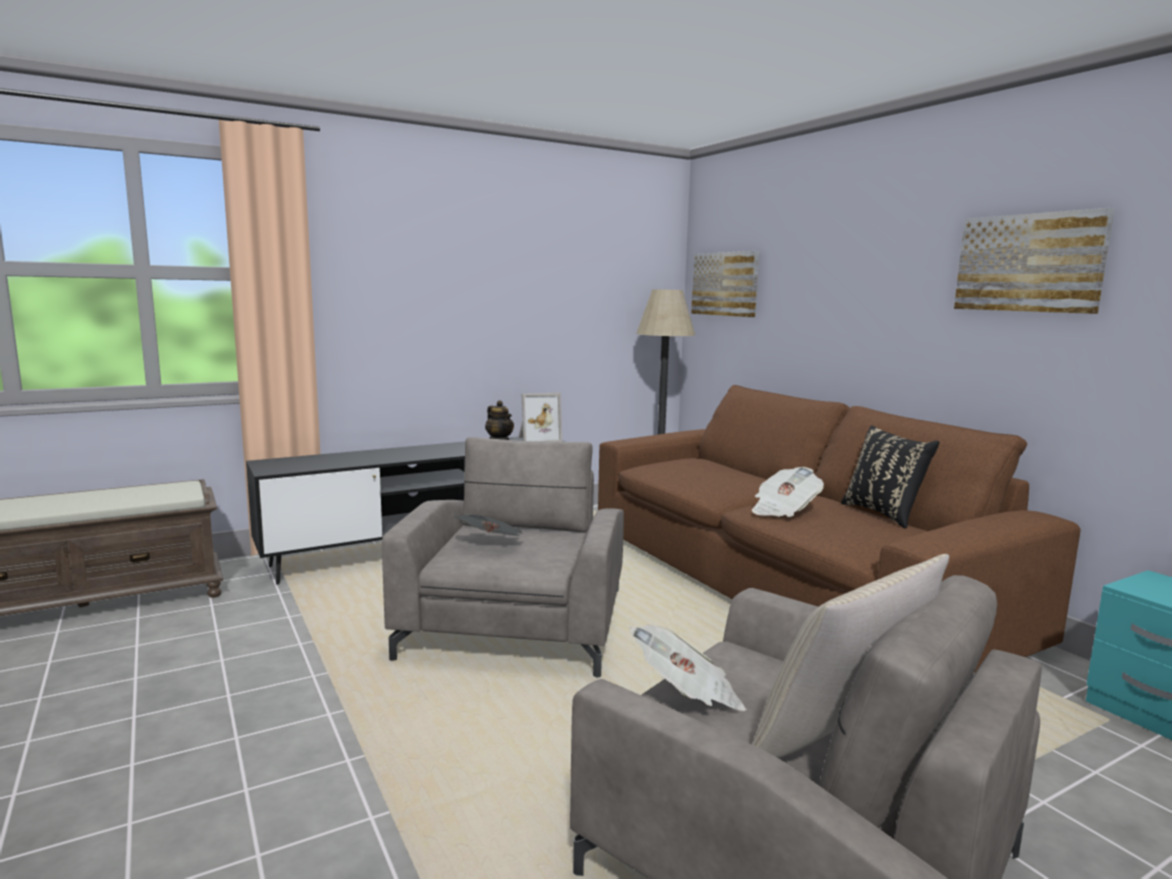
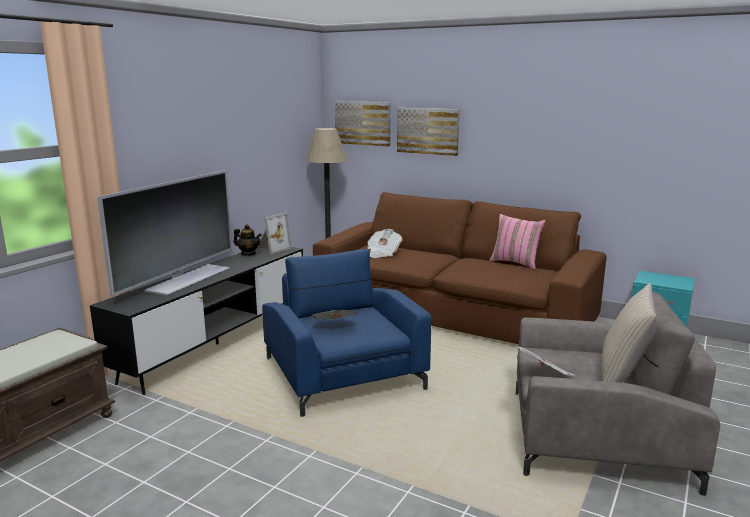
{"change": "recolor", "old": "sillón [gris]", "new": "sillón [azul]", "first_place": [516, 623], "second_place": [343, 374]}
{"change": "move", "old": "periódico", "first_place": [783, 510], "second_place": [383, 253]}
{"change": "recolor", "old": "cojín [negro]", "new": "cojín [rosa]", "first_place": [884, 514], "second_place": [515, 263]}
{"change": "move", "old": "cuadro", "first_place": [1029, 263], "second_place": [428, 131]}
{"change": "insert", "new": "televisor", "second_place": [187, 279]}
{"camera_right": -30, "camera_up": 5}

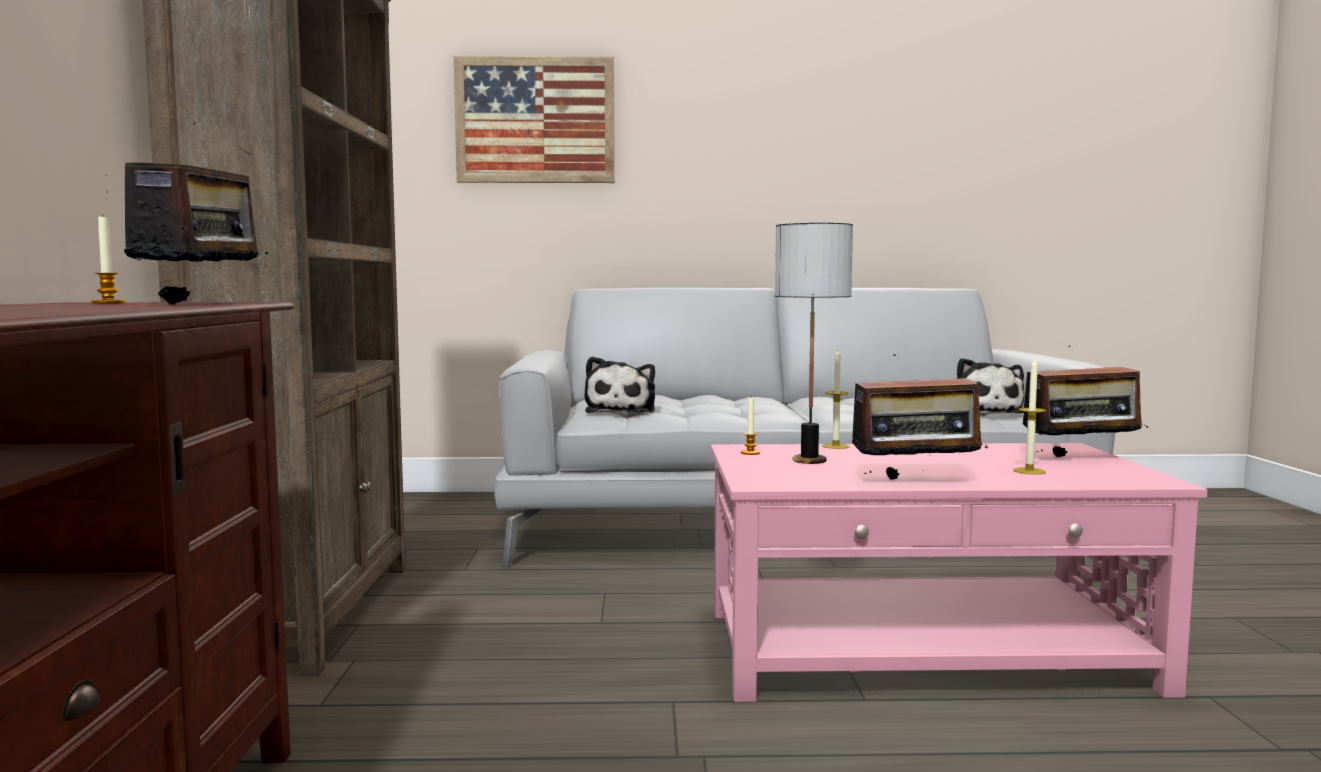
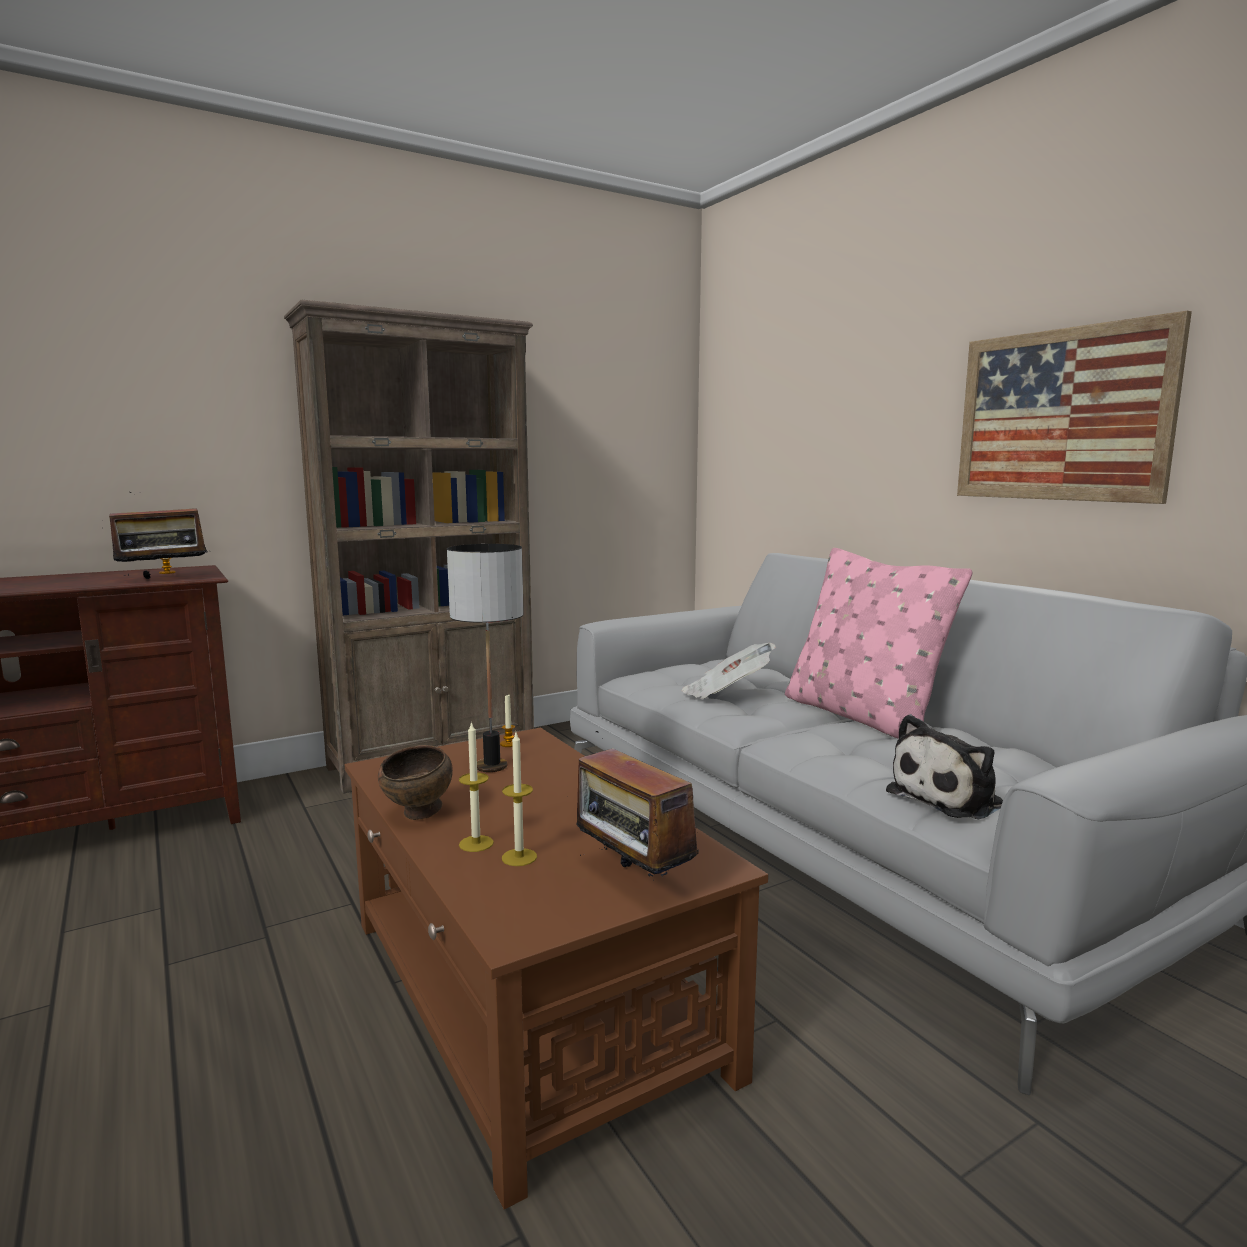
{"change": "move", "old": "cuadro", "first_place": [535, 120], "second_place": [1061, 415]}
{"change": "delete", "old": "peluche", "first_place": [622, 411]}
{"change": "recolor", "old": "mesa de centro [rosa]", "new": "mesa de centro [marrón]", "first_place": [925, 651], "second_place": [528, 995]}
{"change": "move", "old": "vela", "first_place": [835, 446], "second_place": [476, 843]}
{"change": "replace", "old": "radio", "new": "cuenco [marrón]", "first_place": [916, 482], "second_place": [419, 815]}
{"change": "insert", "new": "periódico", "second_place": [726, 694]}
{"change": "insert", "new": "cojín [rosa]", "second_place": [861, 716]}
{"camera_right": 60, "camera_up": 5}

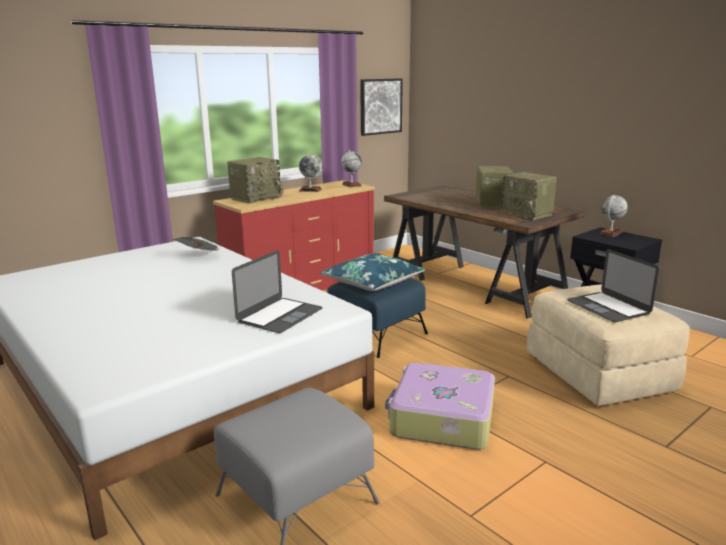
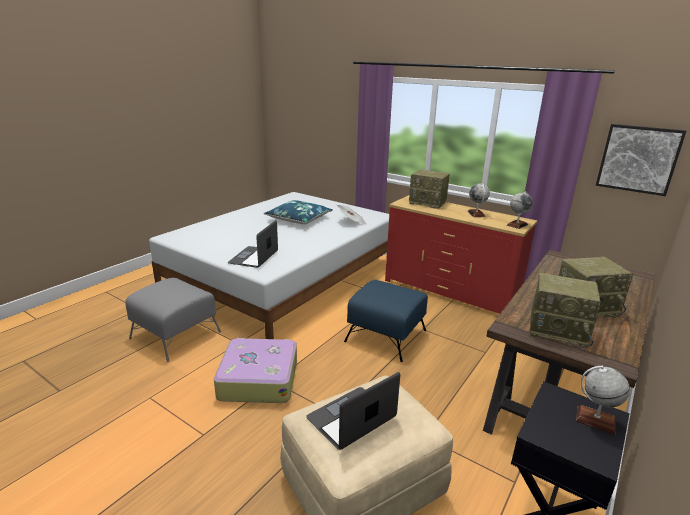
{"change": "rotate", "old": "portátil", "first_place": [280, 315], "second_place": [254, 257], "degrees": 90}
{"change": "move", "old": "cojín [azul]", "first_place": [372, 282], "second_place": [299, 219]}
{"change": "rotate", "old": "radio", "first_place": [527, 214], "second_place": [558, 330], "degrees": -105}
{"camera_right": 75, "camera_up": 5}

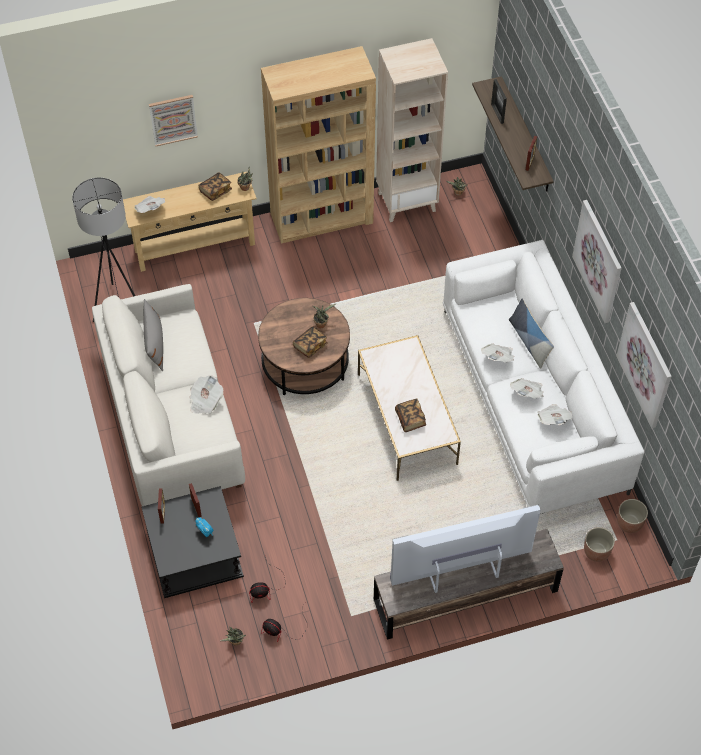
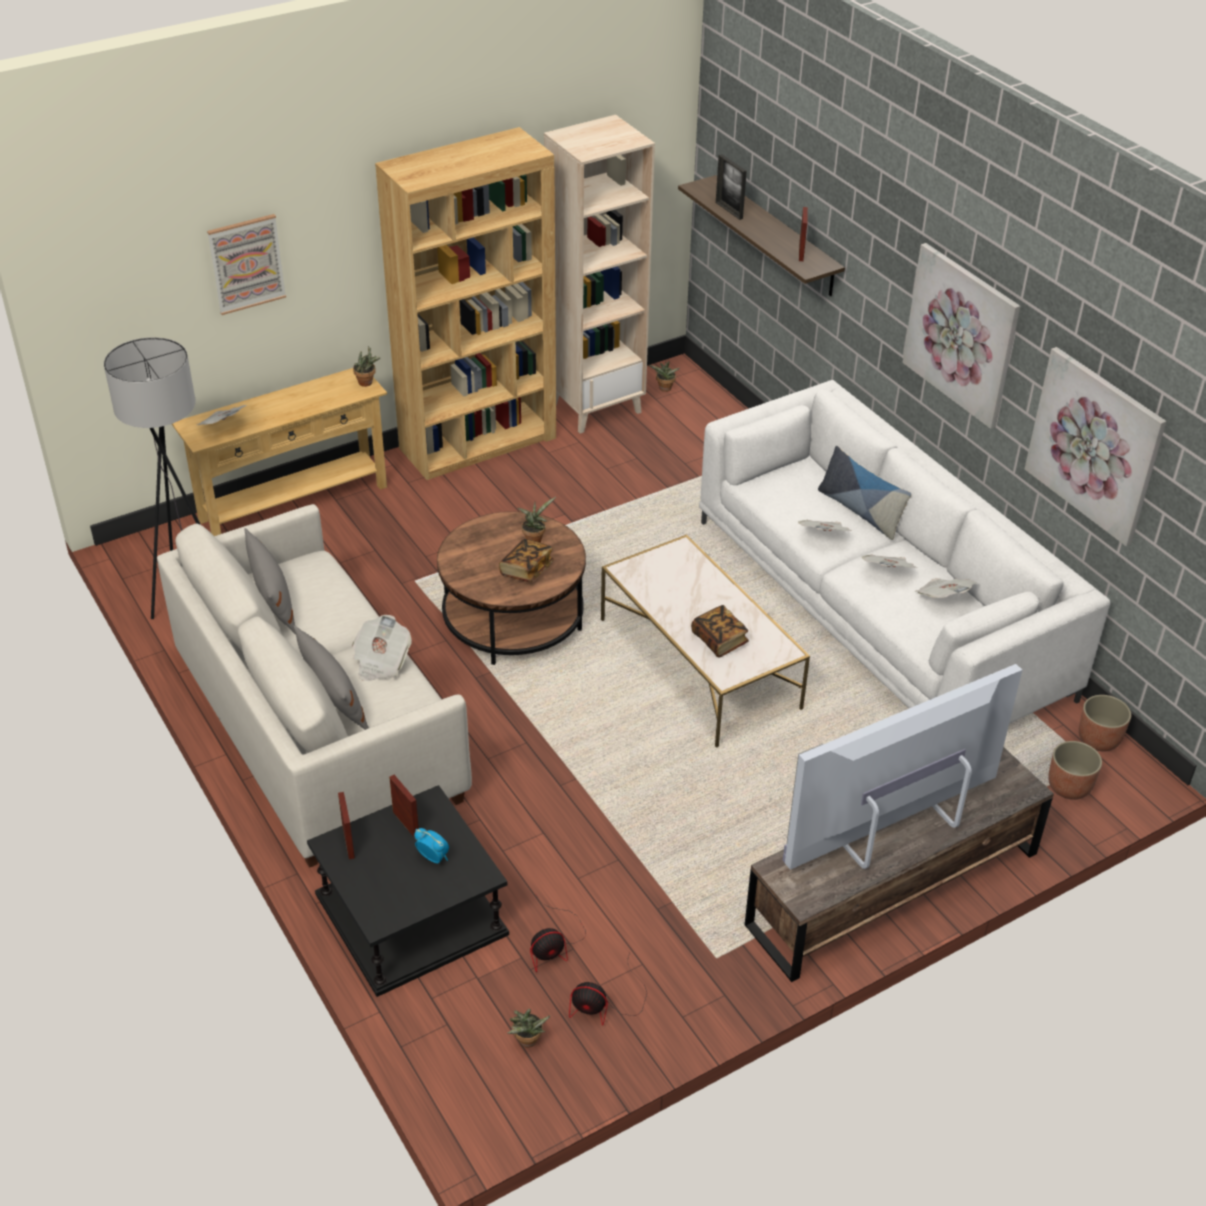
{"change": "delete", "old": "libro", "first_place": [215, 191]}
{"change": "insert", "new": "cojín [gris]", "second_place": [333, 699]}
{"camera_right": -15, "camera_up": -15}

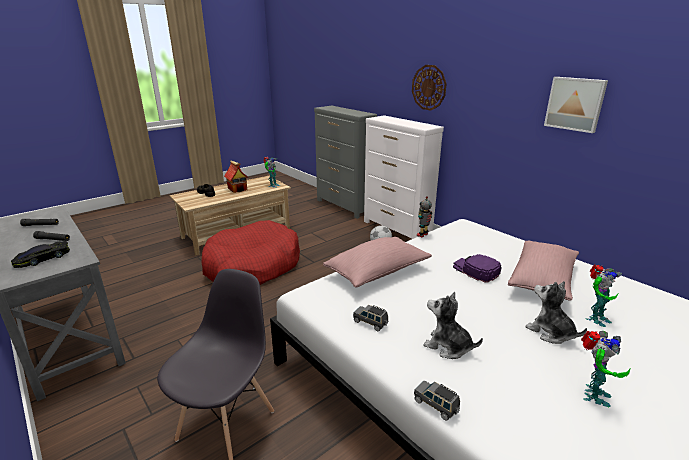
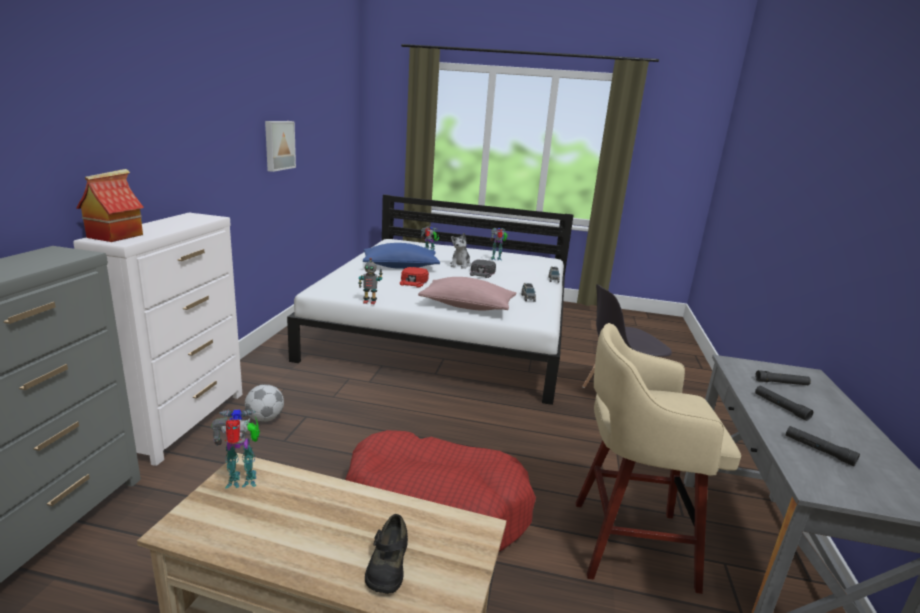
{"change": "replace", "old": "coche de juguete [negro]", "new": "linterna [negro]", "first_place": [42, 258], "second_place": [781, 383]}
{"change": "move", "old": "casita", "first_place": [238, 189], "second_place": [115, 236]}
{"change": "delete", "old": "reloj de pared", "first_place": [429, 87]}
{"change": "delete", "old": "peluche", "first_place": [448, 346]}
{"change": "recolor", "old": "gorra [morado]", "new": "gorra [rojo]", "first_place": [476, 270], "second_place": [414, 281]}
{"change": "recolor", "old": "cojín [rosa]", "new": "cojín [azul]", "first_place": [542, 280], "second_place": [400, 267]}
{"change": "insert", "new": "gorra [negro]", "second_place": [482, 272]}
{"change": "insert", "new": "taburete [beis]", "second_place": [627, 543]}
{"camera_right": -130, "camera_up": -5}

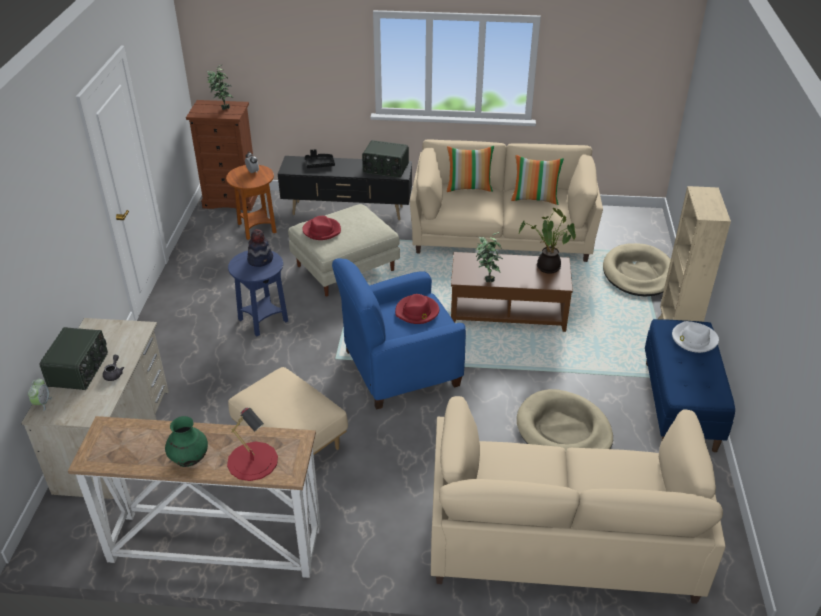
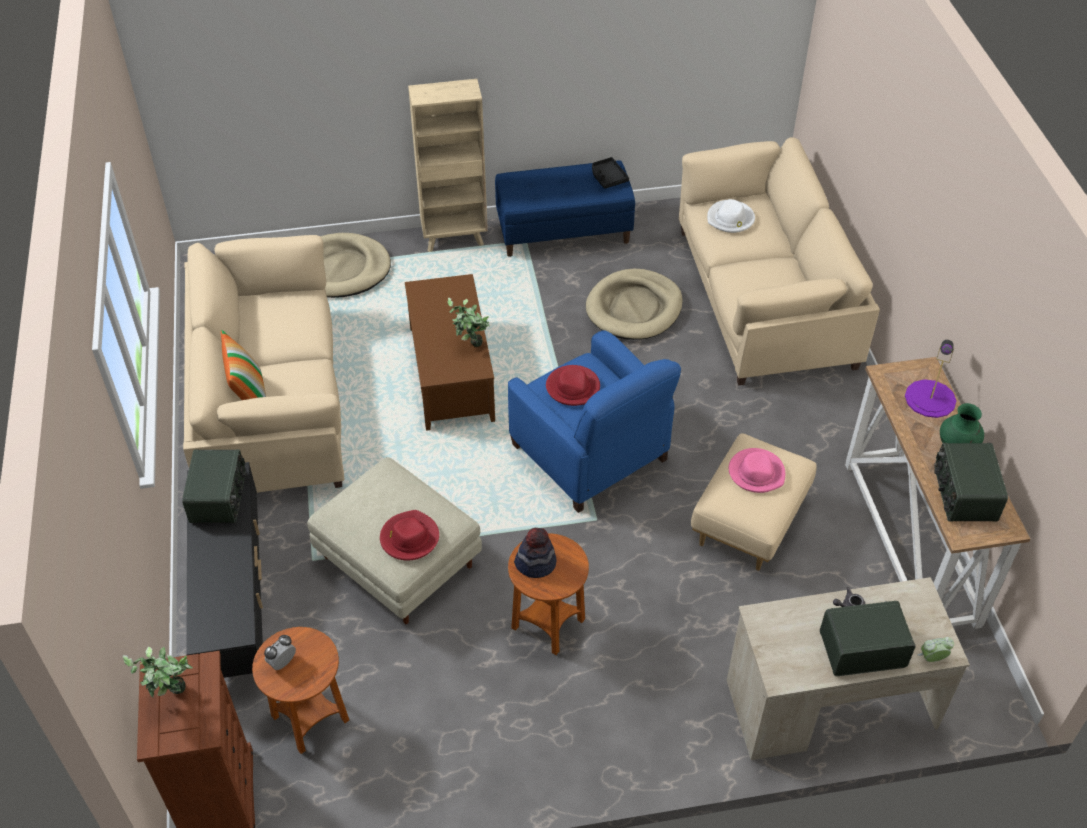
{"change": "recolor", "old": "lámpara de mesa [rojo]", "new": "lámpara de mesa [morado]", "first_place": [253, 461], "second_place": [930, 398]}
{"change": "recolor", "old": "mesa auxiliar [azul]", "new": "mesa auxiliar [marrón]", "first_place": [263, 320], "second_place": [548, 624]}
{"change": "move", "old": "bandeja [negro]", "first_place": [319, 164], "second_place": [608, 177]}
{"change": "delete", "old": "cojín", "first_place": [535, 199]}
{"change": "delete", "old": "planta en maceta", "first_place": [546, 268]}
{"change": "move", "old": "sombrero [blanco]", "first_place": [693, 339], "second_place": [730, 219]}
{"change": "insert", "new": "sombrero [rosa]", "second_place": [756, 472]}
{"change": "insert", "new": "radio", "second_place": [963, 494]}
{"camera_right": -105, "camera_up": 10}

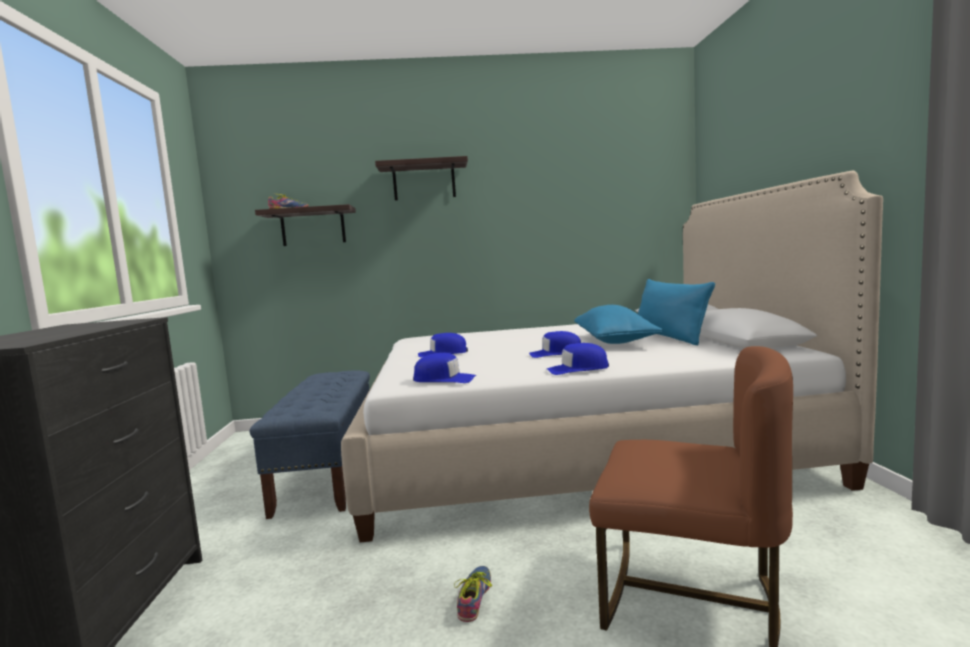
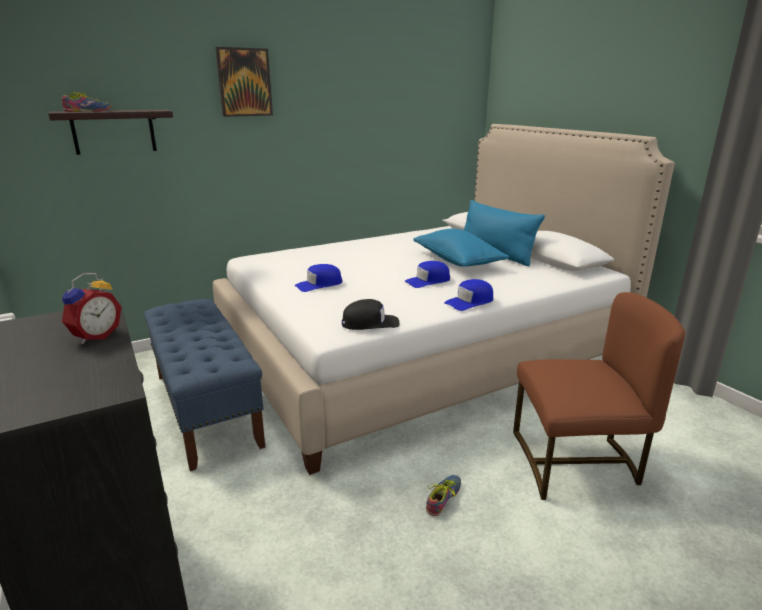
{"change": "replace", "old": "estante", "new": "cuadro", "first_place": [424, 181], "second_place": [244, 82]}
{"change": "recolor", "old": "gorra [azul]", "new": "gorra [negro]", "first_place": [444, 379], "second_place": [370, 323]}
{"change": "rotate", "old": "zapato", "first_place": [477, 597], "second_place": [445, 498], "degrees": 45}
{"change": "insert", "new": "despertador", "second_place": [95, 336]}
{"camera_right": -25, "camera_up": 15}

